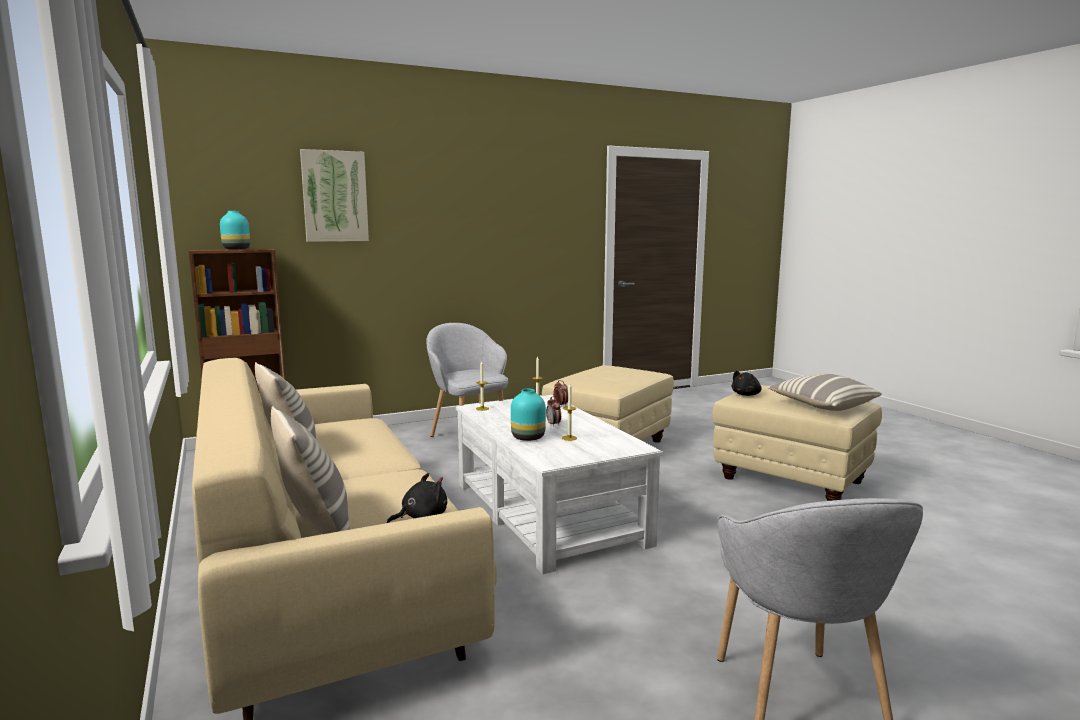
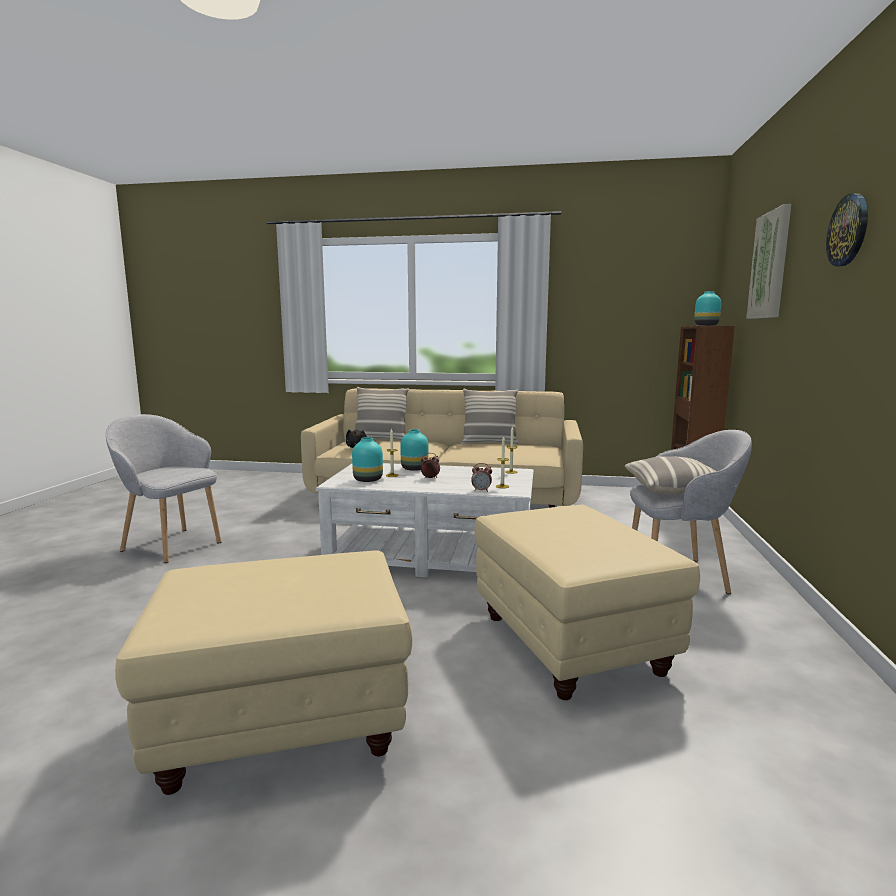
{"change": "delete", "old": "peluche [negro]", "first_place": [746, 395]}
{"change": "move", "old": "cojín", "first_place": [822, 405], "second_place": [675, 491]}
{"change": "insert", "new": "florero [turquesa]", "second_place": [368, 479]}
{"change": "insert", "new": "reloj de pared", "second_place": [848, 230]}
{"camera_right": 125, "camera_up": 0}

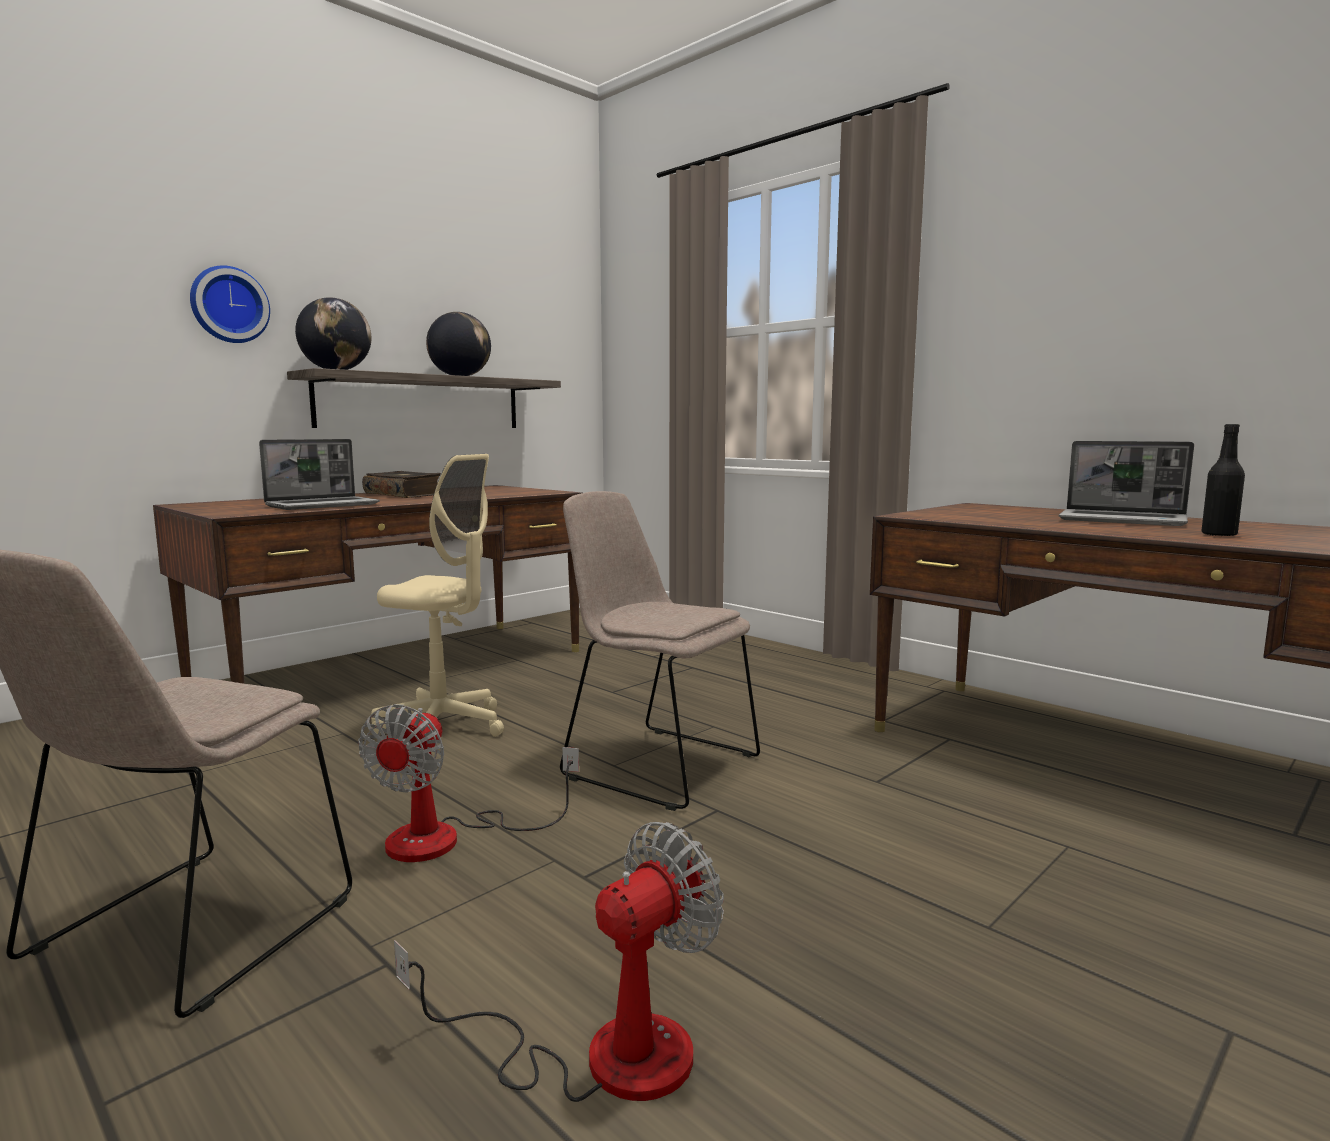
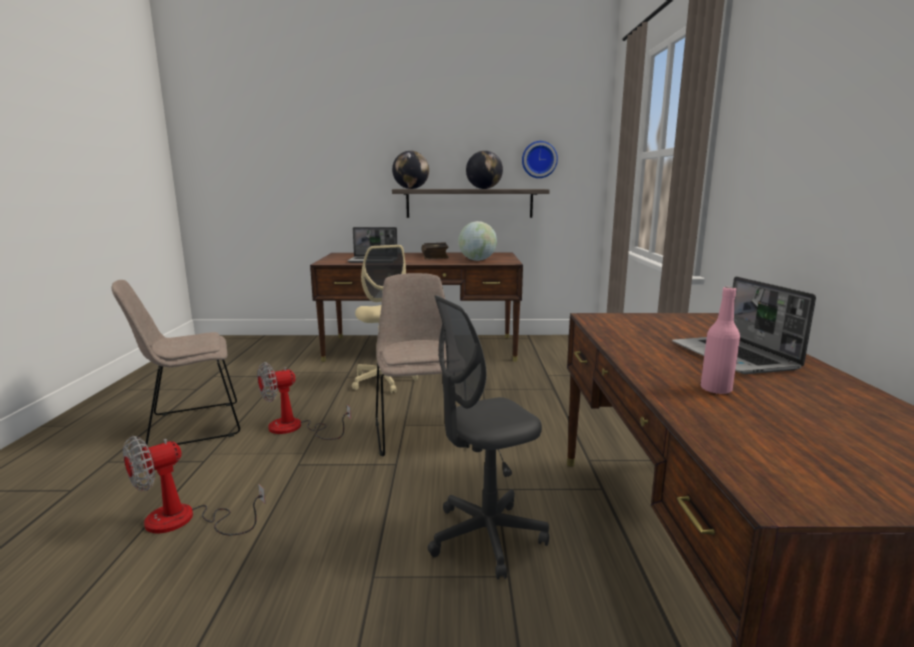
{"change": "move", "old": "reloj de pared", "first_place": [228, 305], "second_place": [539, 159]}
{"change": "rotate", "old": "ventilador", "first_place": [600, 1054], "second_place": [185, 521], "degrees": 135}
{"change": "recolor", "old": "botella [negro]", "new": "botella [rosa]", "first_place": [1219, 535], "second_place": [716, 389]}
{"change": "insert", "new": "silla de oficina [gris]", "second_place": [486, 537]}
{"change": "insert", "new": "globo terráqueo", "second_place": [477, 260]}
{"camera_right": 45, "camera_up": 5}

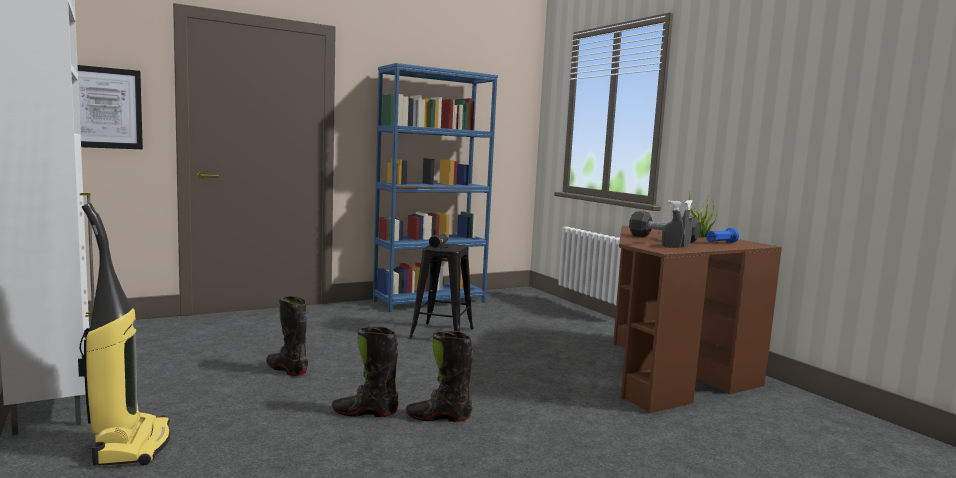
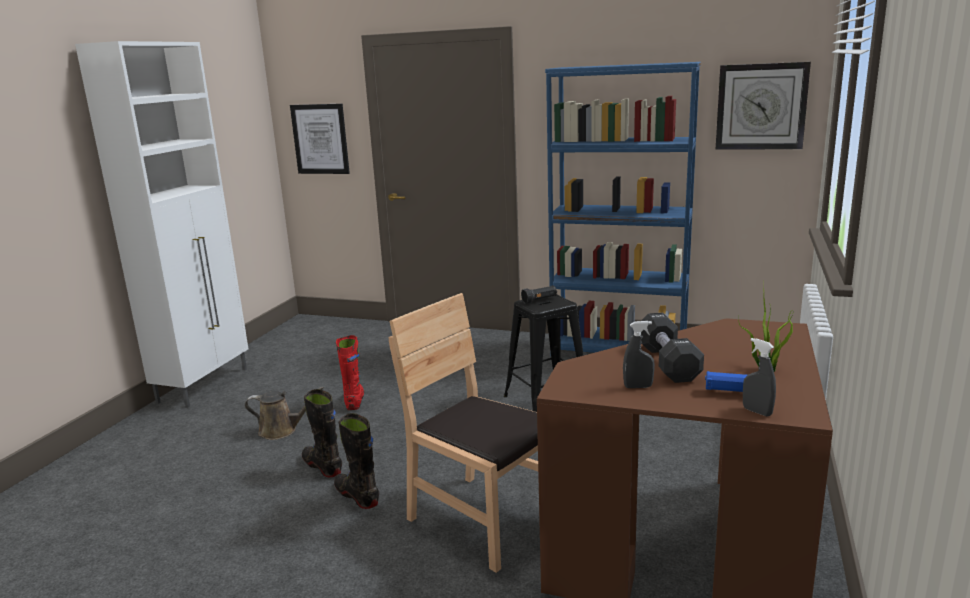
{"change": "delete", "old": "aspiradora", "first_place": [131, 445]}
{"change": "recolor", "old": "bota [negro]", "new": "bota [rojo]", "first_place": [287, 369], "second_place": [354, 401]}
{"change": "move", "old": "pulverizador [gris]", "first_place": [671, 247], "second_place": [757, 411]}
{"change": "insert", "new": "regadera [marrón]", "second_place": [281, 430]}
{"change": "insert", "new": "silla [marrón]", "second_place": [484, 519]}
{"change": "insert", "new": "reloj de pared", "second_place": [761, 106]}
{"camera_right": 50, "camera_up": 10}

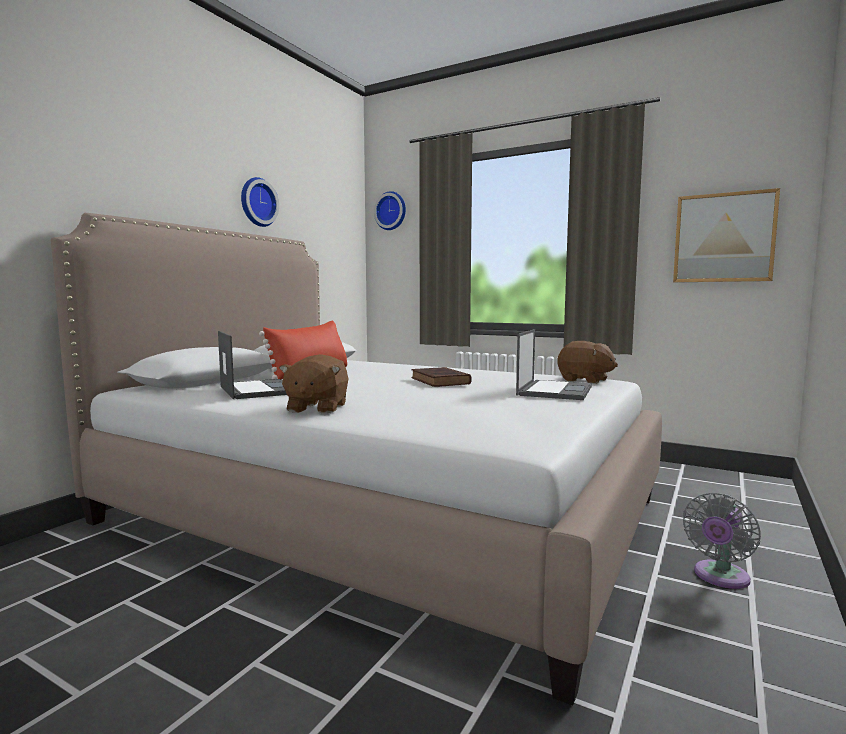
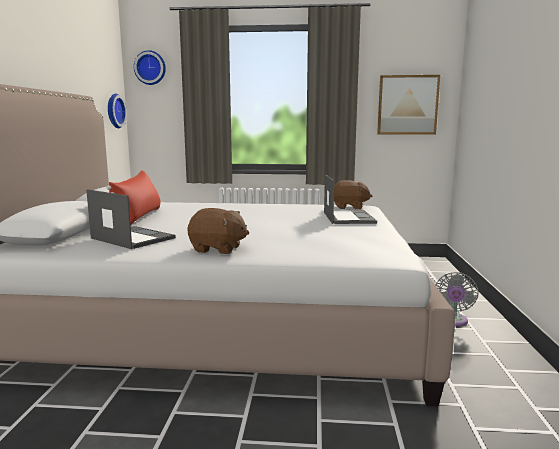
{"change": "move", "old": "reloj de pared", "first_place": [257, 202], "second_place": [114, 111]}
{"change": "rotate", "old": "peluche [marrón]", "first_place": [316, 408], "second_place": [217, 249], "degrees": -60}
{"change": "delete", "old": "libro [marrón]", "first_place": [441, 381]}
{"camera_right": -25, "camera_up": 5}

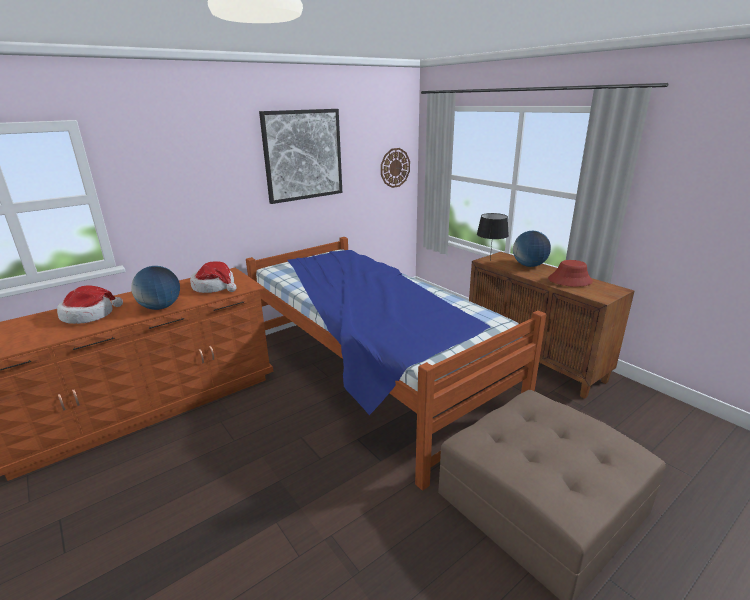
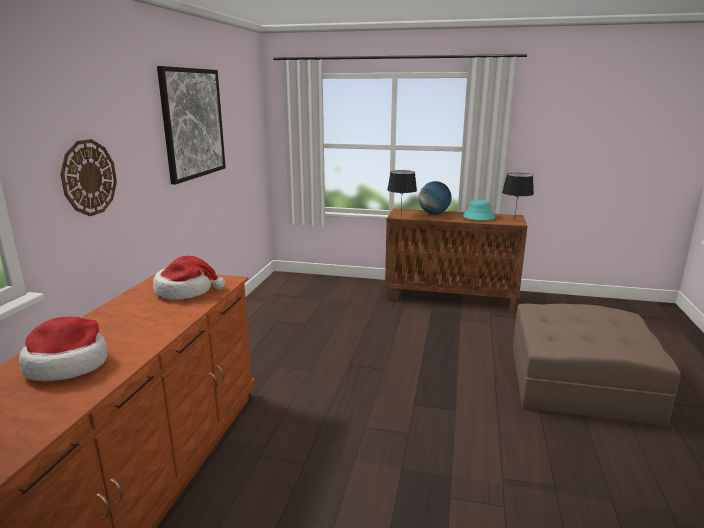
{"change": "delete", "old": "globo terráqueo", "first_place": [160, 307]}
{"change": "delete", "old": "cama", "first_place": [372, 374]}
{"change": "move", "old": "reloj de pared", "first_place": [395, 167], "second_place": [89, 177]}
{"change": "recolor", "old": "sombrero [rojo]", "new": "sombrero [turquesa]", "first_place": [569, 280], "second_place": [478, 217]}
{"change": "insert", "new": "lámpara de mesa [negro]", "second_place": [515, 220]}
{"camera_right": -40, "camera_up": -5}

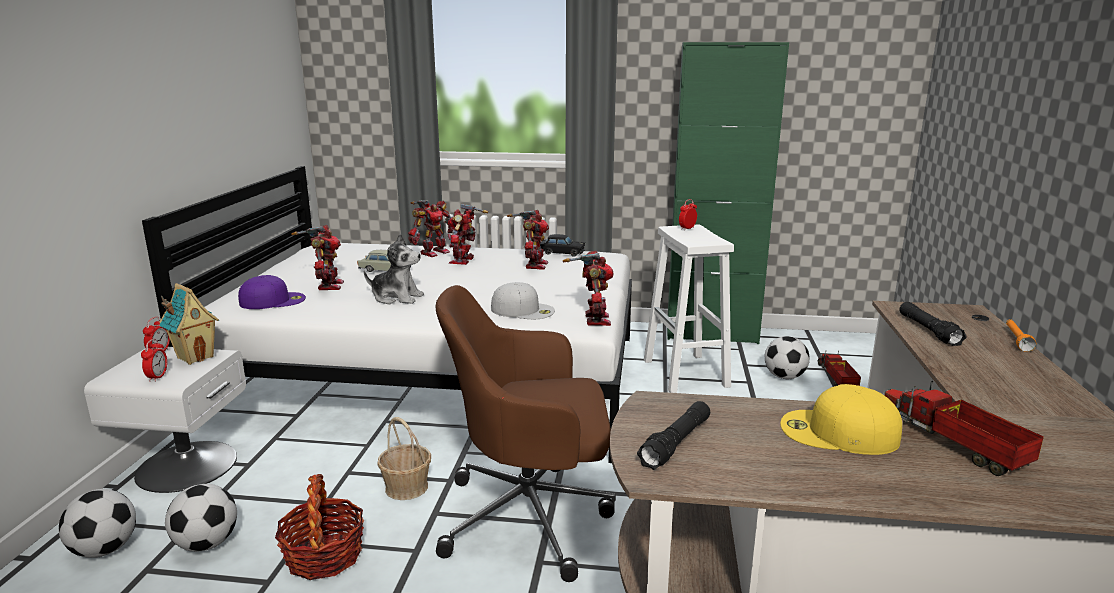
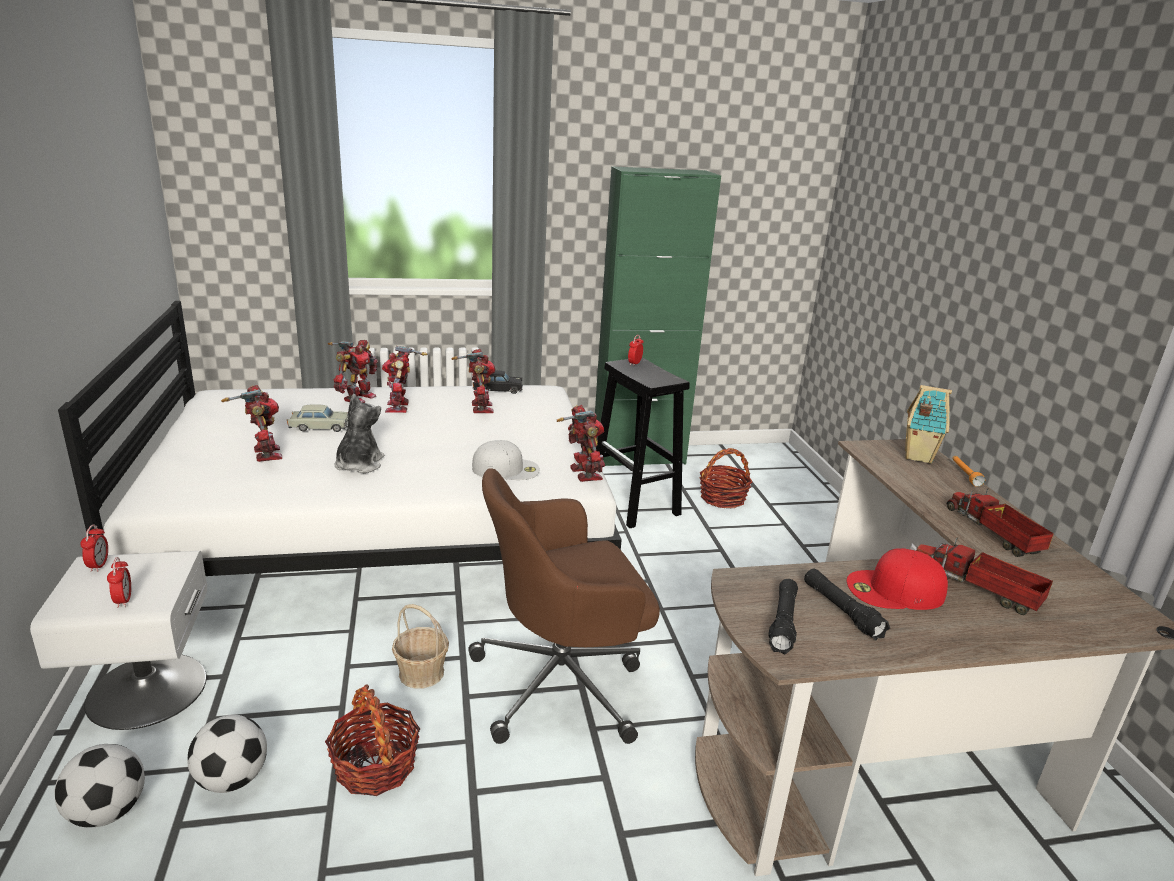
{"change": "move", "old": "casita", "first_place": [195, 357], "second_place": [917, 456]}
{"change": "delete", "old": "gorra [morado]", "first_place": [273, 300]}
{"change": "rotate", "old": "peluche", "first_place": [397, 297], "second_place": [358, 464], "degrees": -75}
{"change": "recolor", "old": "taburete [blanco]", "new": "taburete [negro]", "first_place": [686, 374], "second_place": [635, 505]}
{"change": "replace", "old": "balón de fútbol", "new": "cesta", "first_place": [784, 377], "second_place": [722, 498]}
{"change": "recolor", "old": "gorra [amarillo]", "new": "gorra [rojo]", "first_place": [837, 432], "second_place": [894, 590]}
{"change": "move", "old": "camión de juguete", "first_place": [836, 379], "second_place": [993, 533]}
{"change": "move", "old": "linterna [negro]", "first_place": [928, 331], "second_place": [841, 611]}
{"camera_right": -20, "camera_up": 5}

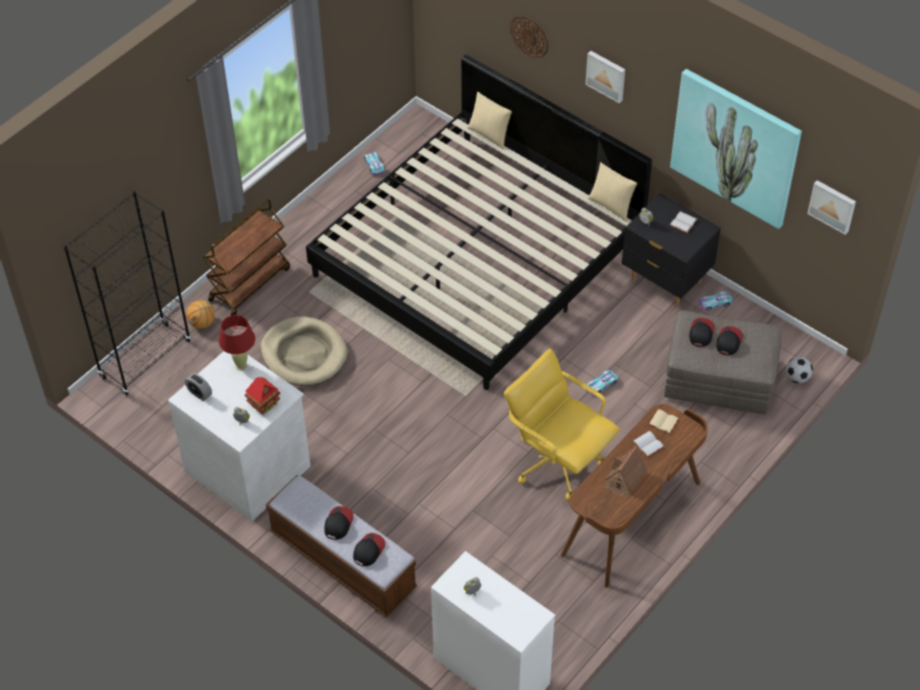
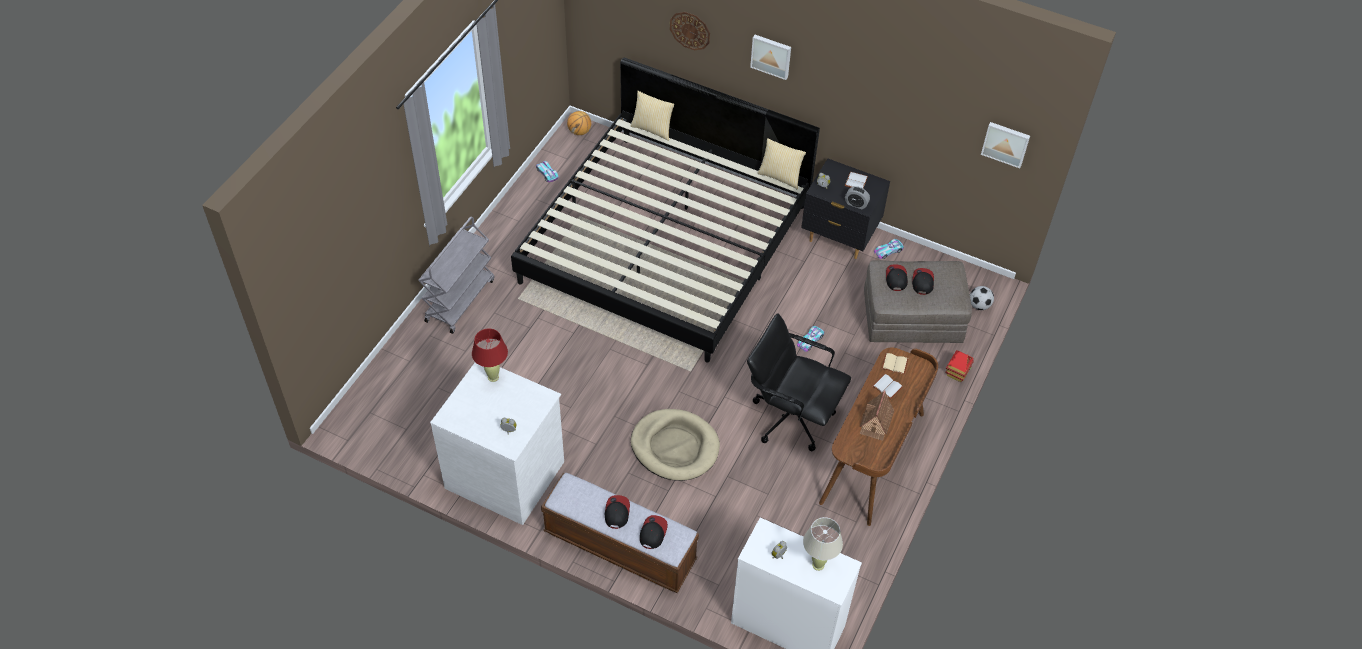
{"change": "delete", "old": "estantería [negro]", "first_place": [145, 359]}
{"change": "move", "old": "despertador", "first_place": [199, 393], "second_place": [856, 204]}
{"change": "move", "old": "balón de baloncesto", "first_place": [202, 323], "second_place": [579, 131]}
{"change": "recolor", "old": "carrito [marrón]", "new": "carrito [gris]", "first_place": [250, 284], "second_place": [460, 300]}
{"change": "move", "old": "casita", "first_place": [264, 404], "second_place": [957, 373]}
{"change": "move", "old": "cama para perro [beis]", "first_place": [304, 354], "second_place": [675, 447]}
{"change": "recolor", "old": "silla de oficina [amarillo]", "new": "silla de oficina [negro]", "first_place": [557, 461], "second_place": [791, 416]}
{"change": "delete", "old": "cuadro", "first_place": [735, 147]}
{"change": "insert", "new": "lámpara de mesa [beis]", "second_place": [818, 565]}
{"camera_right": -15, "camera_up": 0}

